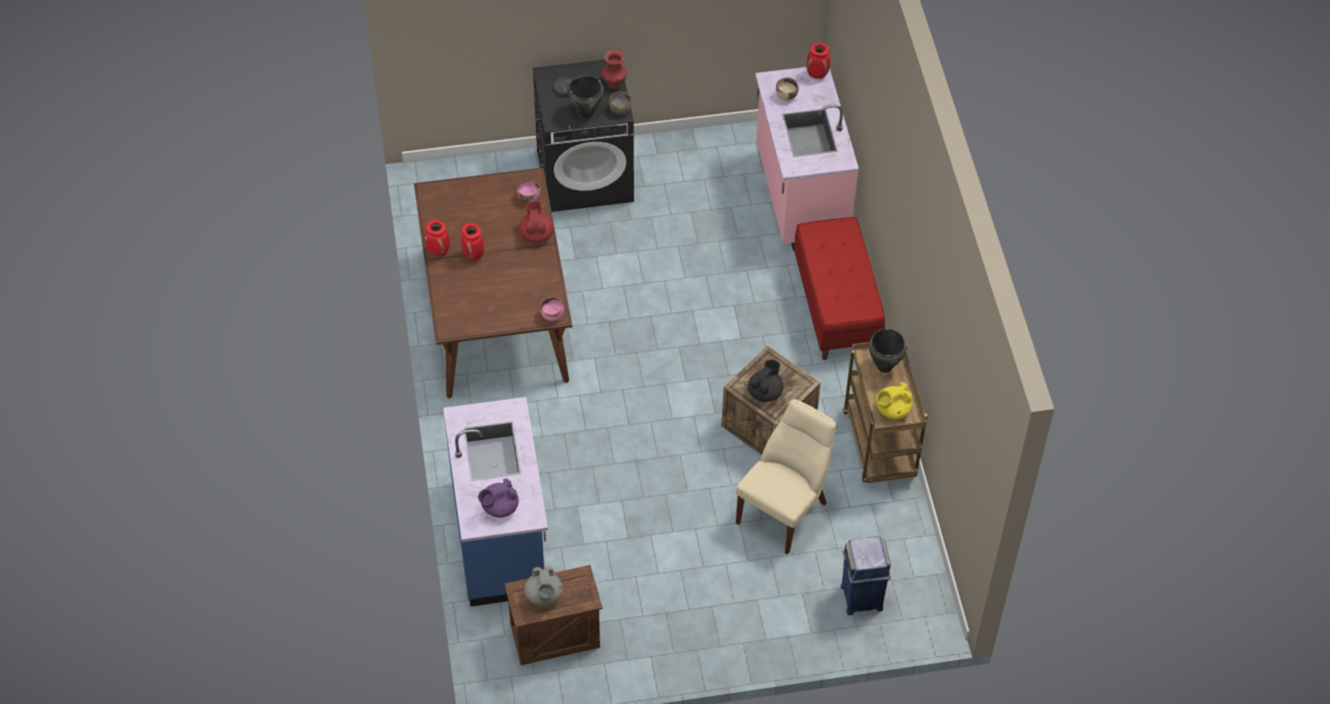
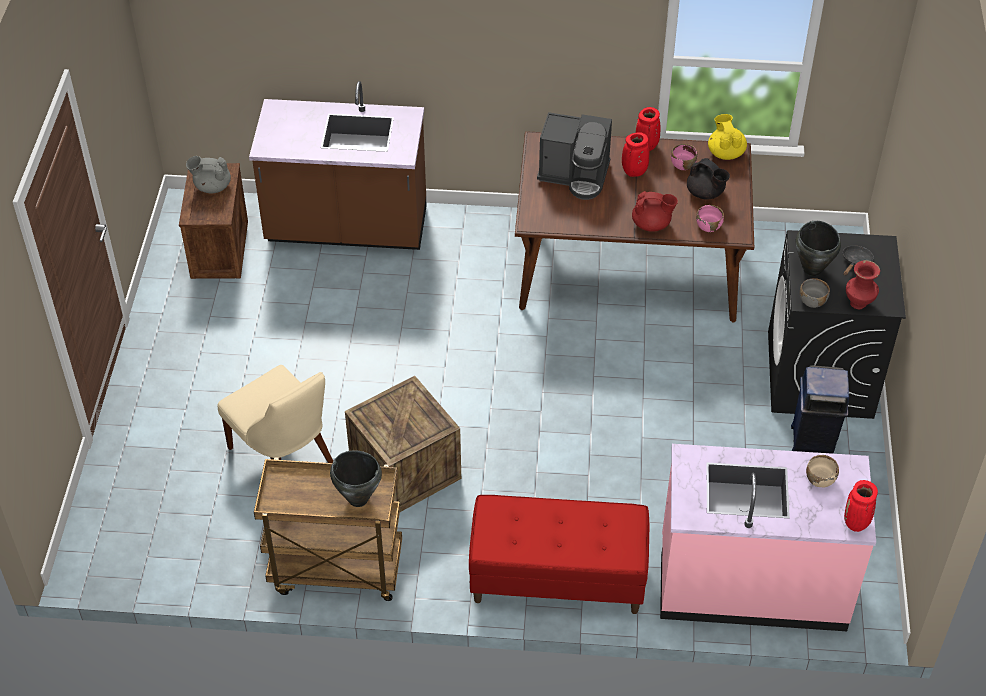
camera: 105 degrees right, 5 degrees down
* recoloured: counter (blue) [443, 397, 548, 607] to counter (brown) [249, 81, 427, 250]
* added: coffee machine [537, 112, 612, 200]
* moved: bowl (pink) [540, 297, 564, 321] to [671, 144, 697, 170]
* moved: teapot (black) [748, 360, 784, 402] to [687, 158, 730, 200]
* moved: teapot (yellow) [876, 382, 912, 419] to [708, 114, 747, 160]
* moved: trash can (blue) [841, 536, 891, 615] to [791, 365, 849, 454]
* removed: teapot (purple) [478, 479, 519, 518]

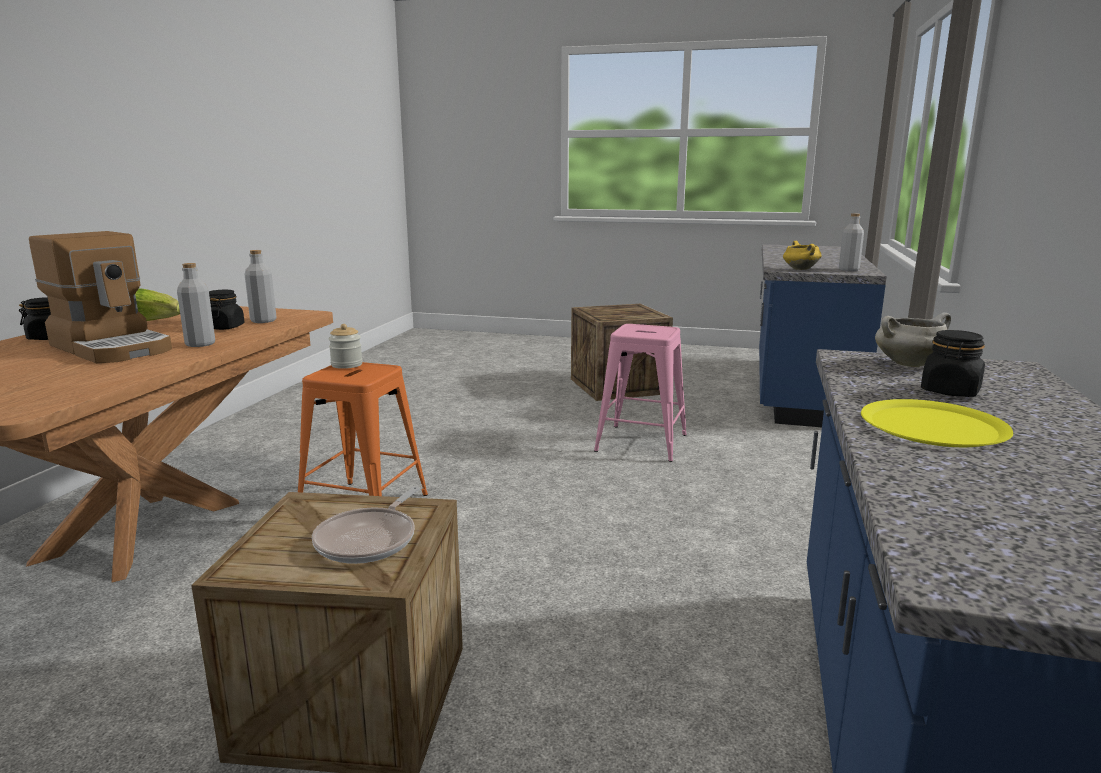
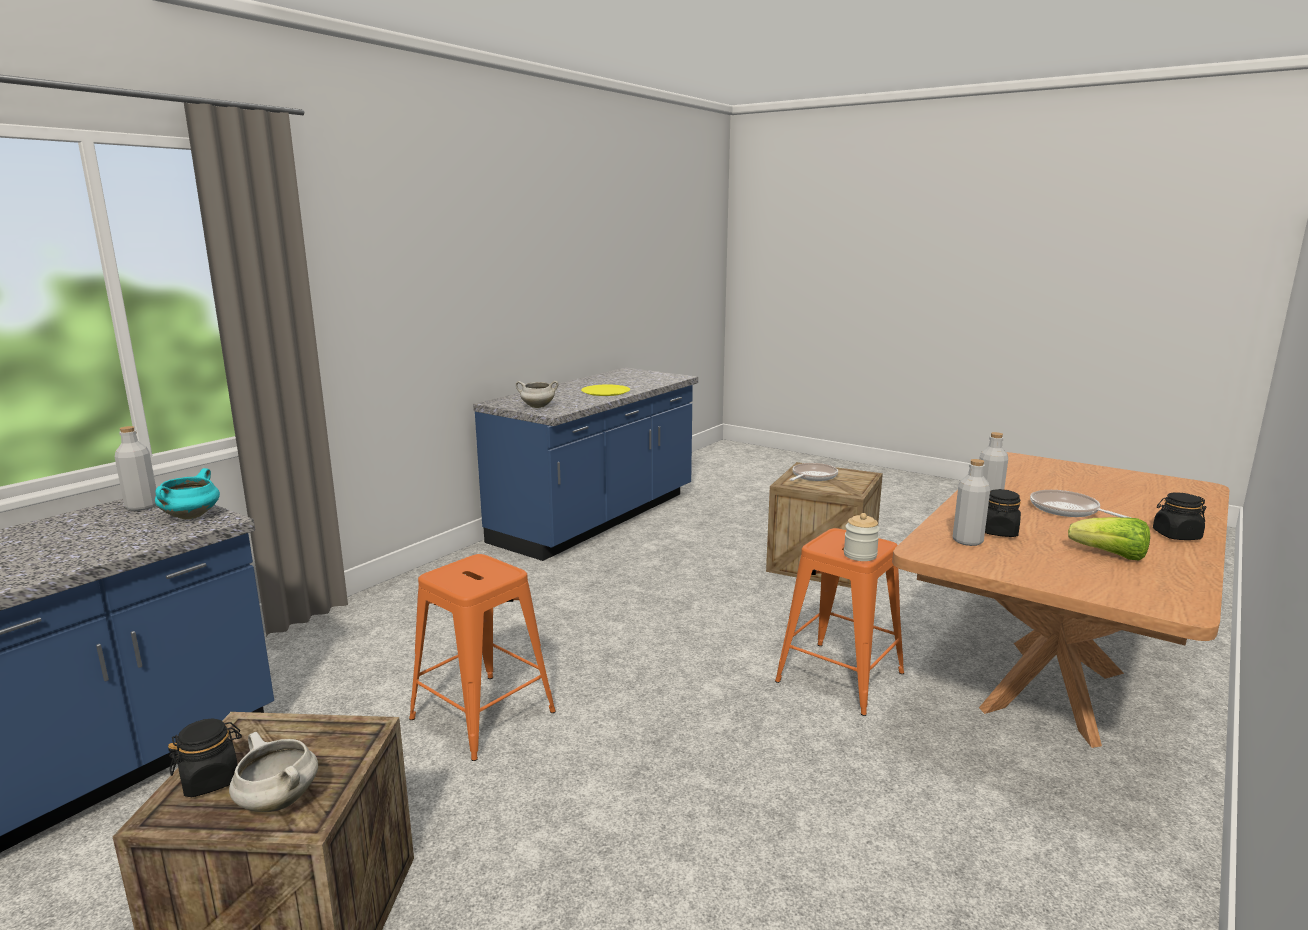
camera: 160 degrees left, 0 degrees up
* recoloured: cooking pot (yellow) [783, 241, 821, 270] to cooking pot (turquoise) [155, 468, 220, 519]
* moved: jar (black) [921, 330, 985, 397] to [168, 719, 242, 797]
* added: cooking pot (white) [229, 732, 318, 812]
* recoloured: stool (pink) [594, 324, 687, 462] to stool (orange) [409, 554, 556, 761]
* replaced: coffee machine [29, 231, 172, 363] to frying pan [1030, 490, 1132, 518]

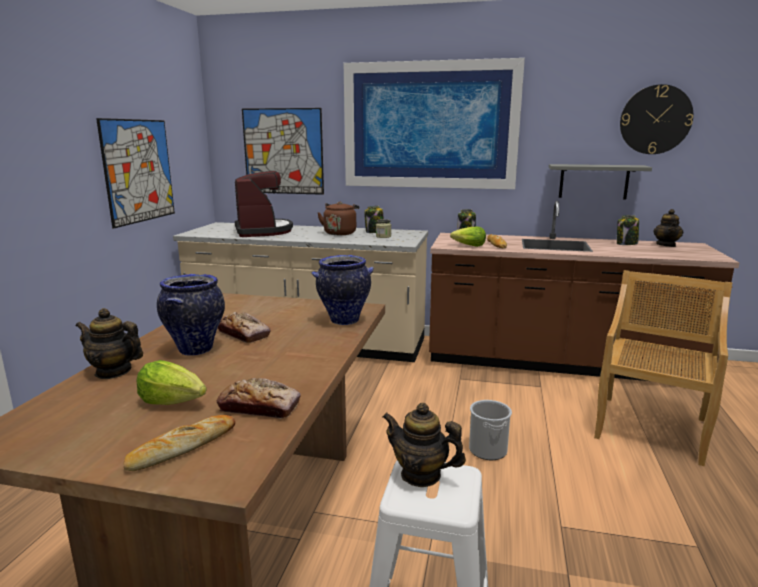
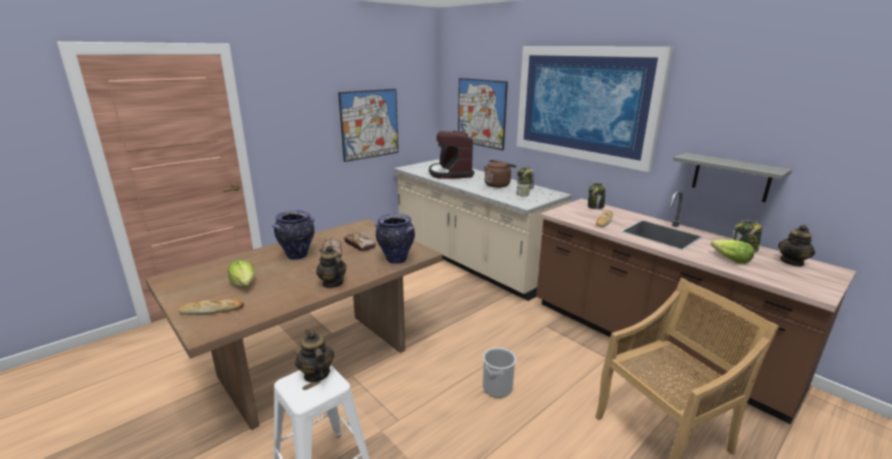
camera: 35 degrees right, 5 degrees up
* moved: teapot [75, 308, 143, 379] to [316, 245, 346, 288]
* moved: bread [217, 378, 301, 419] to [344, 231, 376, 252]
* turned: coffee machine [235, 171, 293, 237] = [429, 131, 474, 179] 150 degrees clockwise
* moved: lettuce [450, 227, 486, 247] to [711, 239, 754, 264]
* removed: wall clock [620, 84, 693, 154]

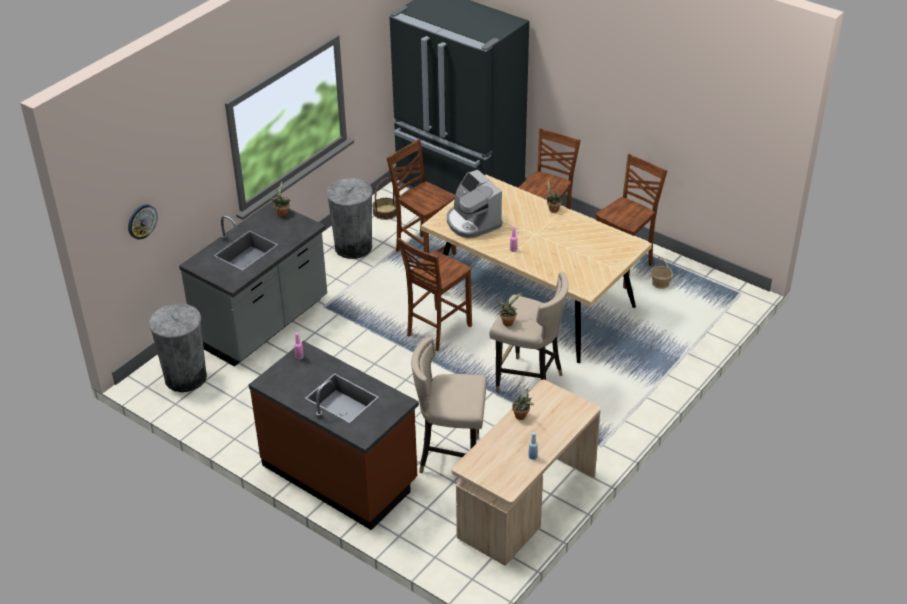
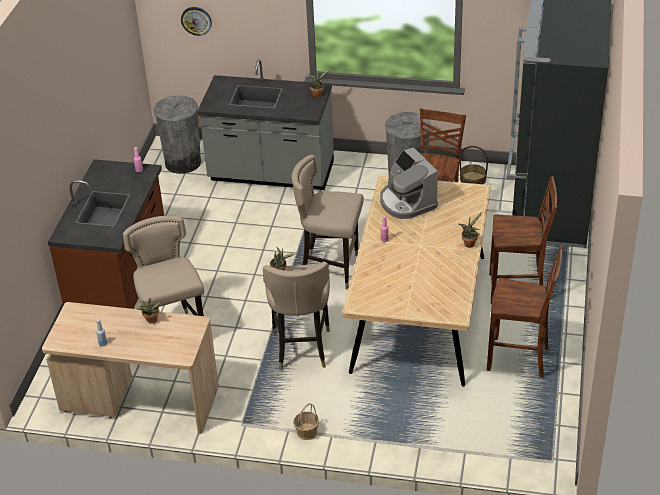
camera: 65 degrees right, 0 degrees up
* replaced: chair (brown) [398, 238, 472, 351] to stool (beige) [291, 155, 364, 290]
* moved: basket [651, 257, 673, 289] to [293, 403, 319, 440]
* turned: coffee machine [447, 170, 503, 238] = [380, 147, 438, 219] 60 degrees counterclockwise

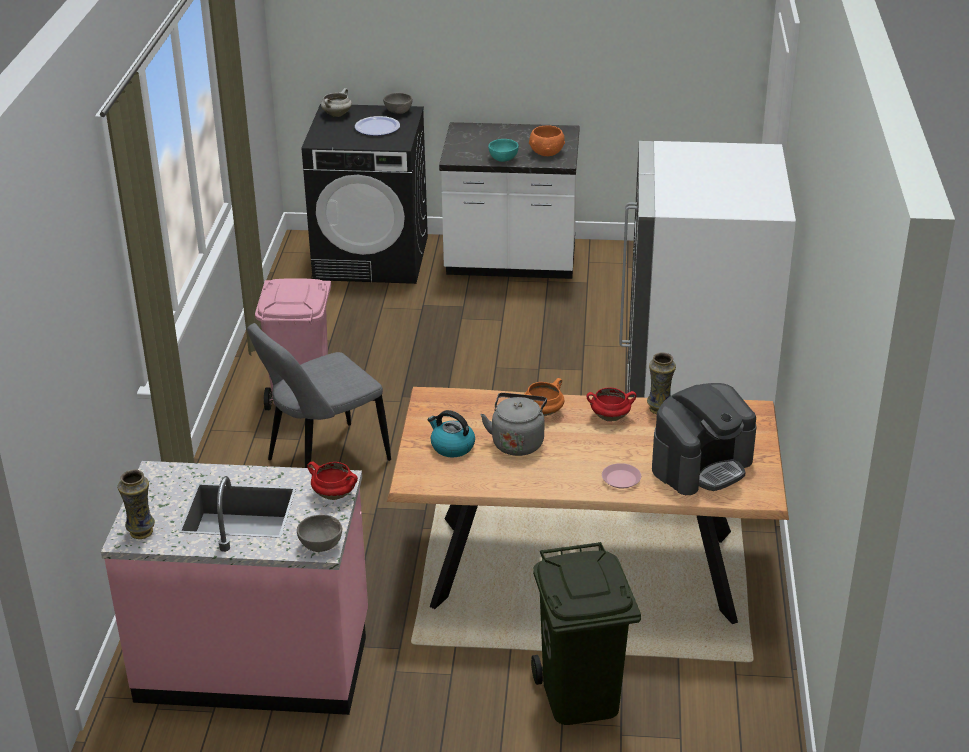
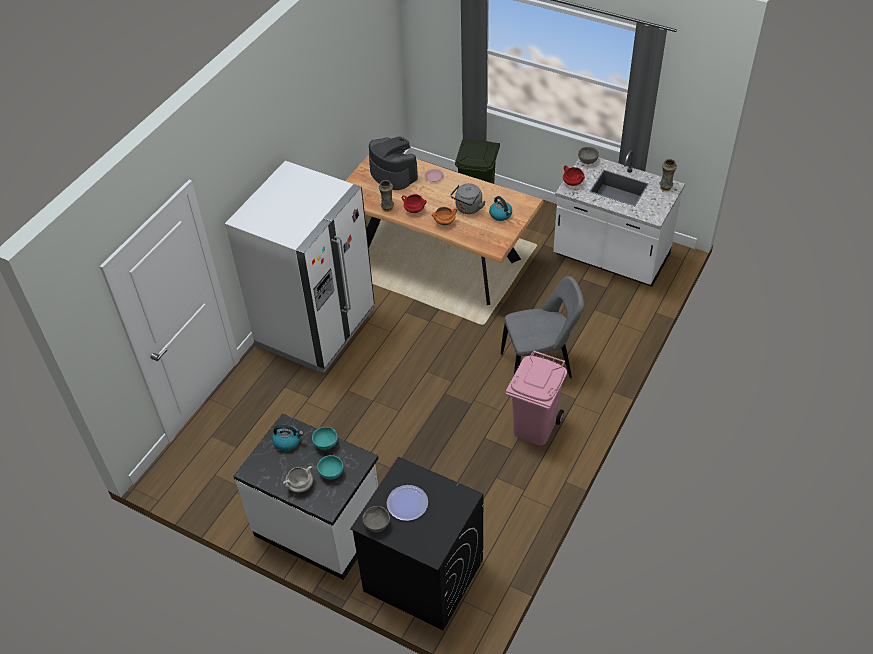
camera: 155 degrees left, 15 degrees up
* replaced: bowl (orange) [529, 125, 565, 156] to kettle [272, 425, 303, 451]
* moved: cooking pot (white) [321, 88, 352, 117] to [283, 466, 313, 493]
* added: bowl (turquoise) [317, 455, 344, 480]
* turned: coffee machine [652, 383, 757, 495] = [369, 136, 418, 190] 60 degrees clockwise
* recoloured: counter (pink) [101, 461, 368, 715] to counter (white) [553, 150, 685, 287]

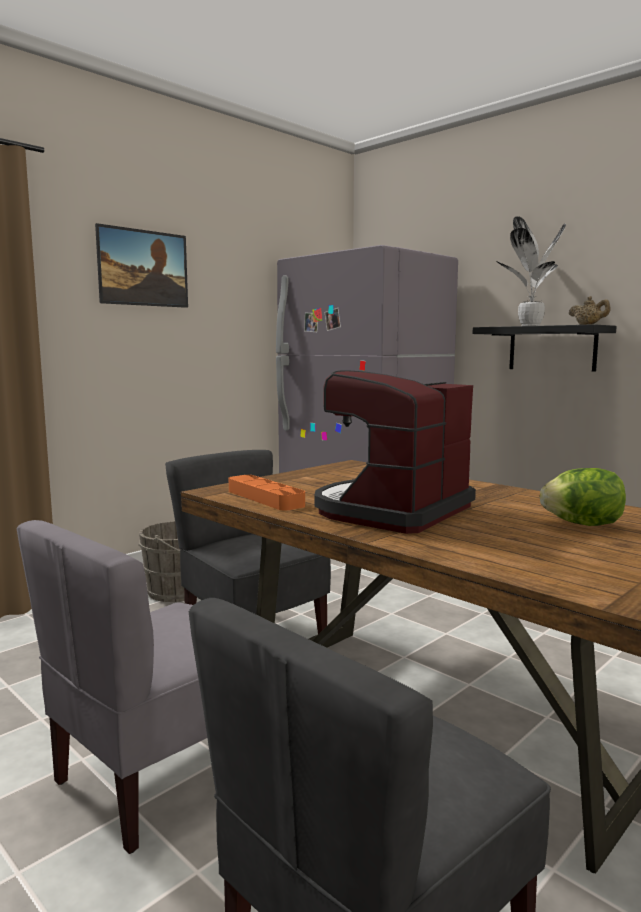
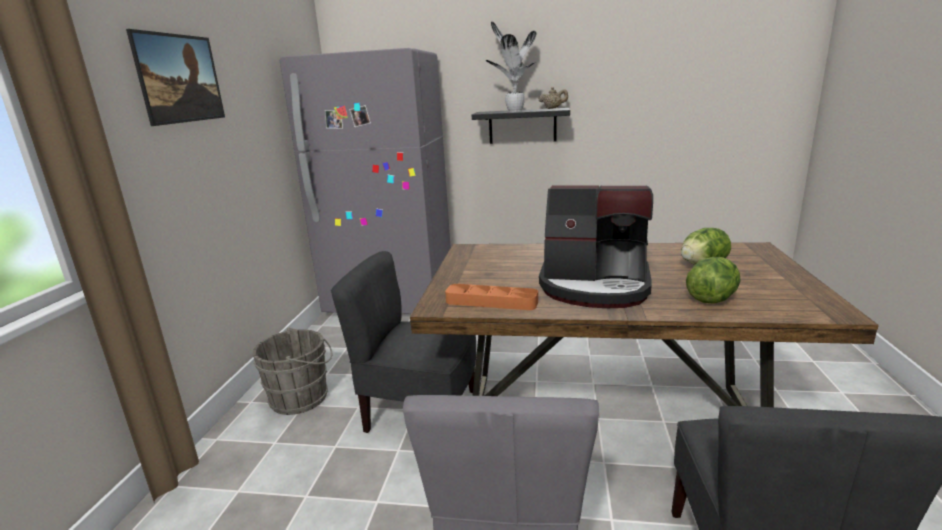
camera: 35 degrees left, 10 degrees up
* turned: coffee machine [314, 370, 476, 534] = [539, 185, 653, 308] 75 degrees counterclockwise
* added: lettuce [686, 257, 740, 303]

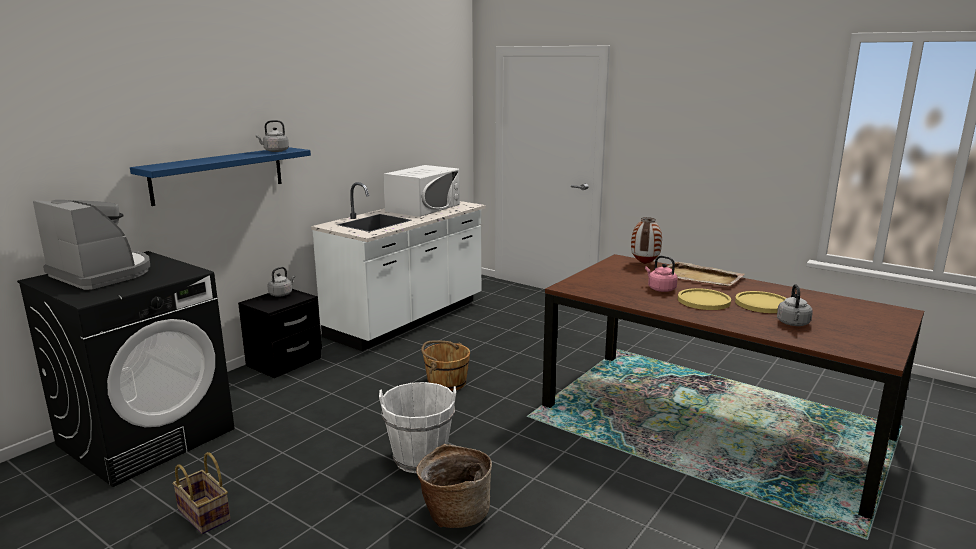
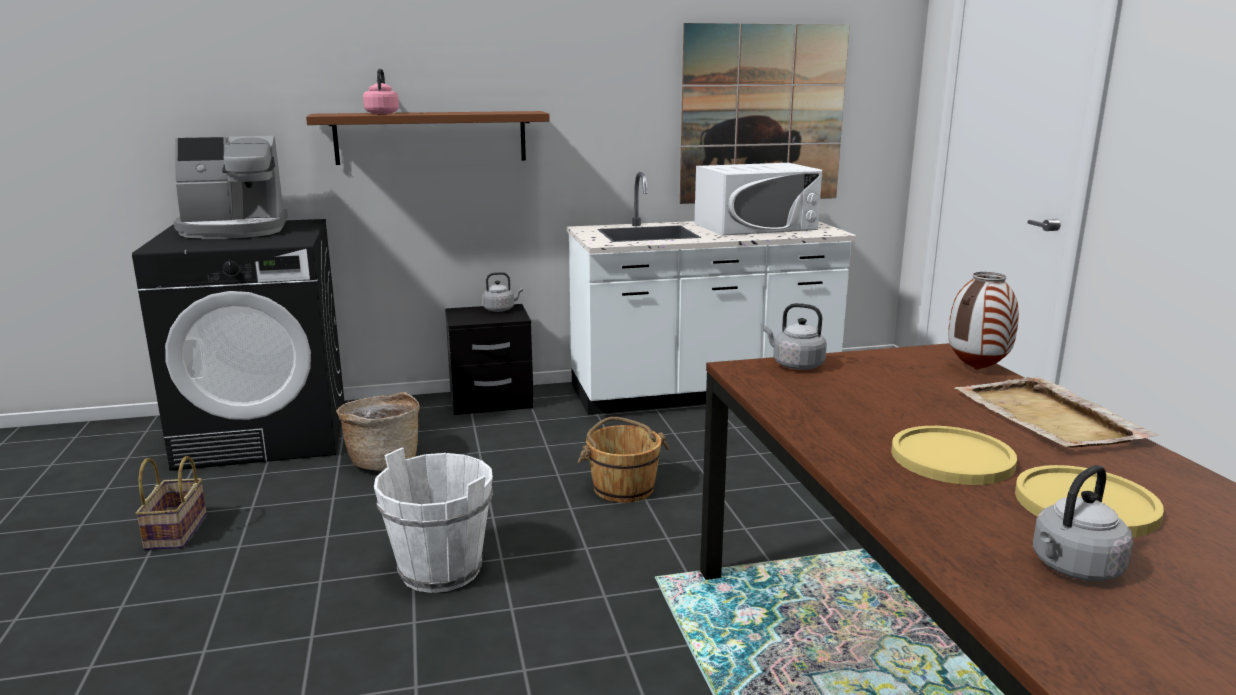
camera: 40 degrees right, 0 degrees up
* turned: coffee machine [33, 200, 150, 290] = [174, 136, 288, 239] 90 degrees clockwise
* recoloured: shelf (blue) [130, 147, 311, 206] to shelf (brown) [306, 111, 550, 165]
* moved: basket [416, 444, 492, 528] to [336, 392, 420, 471]
* moved: kettle (pink) [645, 256, 678, 292] to [363, 69, 399, 114]
* added: picture [680, 23, 850, 204]
* moved: kettle (grey) [255, 120, 289, 152] to [763, 303, 827, 370]

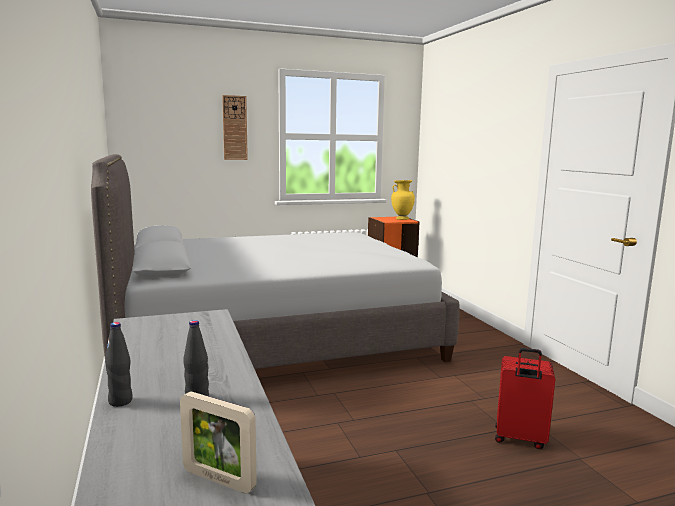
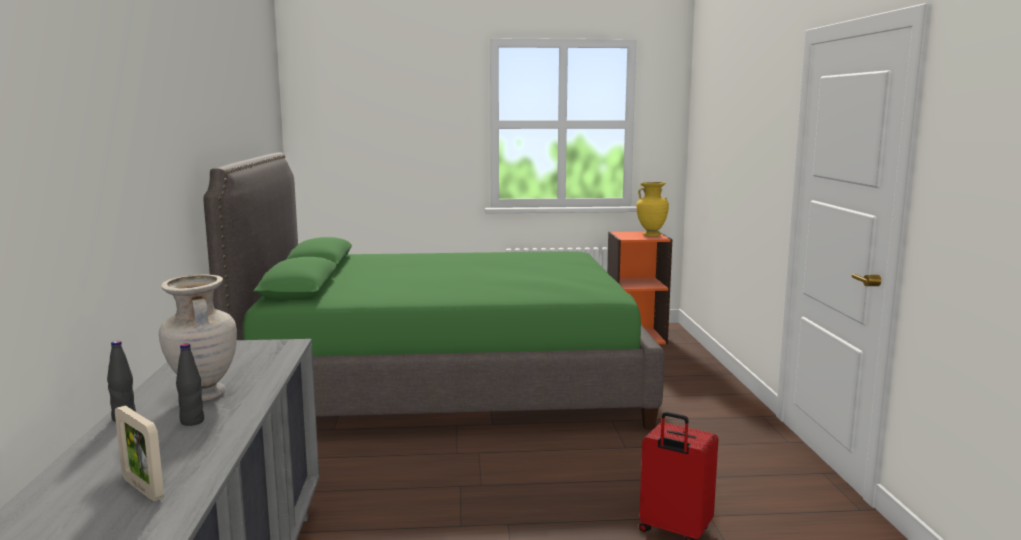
camera: 15 degrees right, 0 degrees up
* added: vase (beige) [159, 274, 237, 401]
* recoloured: bed (grey) [91, 154, 460, 369] to bed (green) [204, 152, 664, 430]
* removed: wall clock [222, 95, 248, 160]

